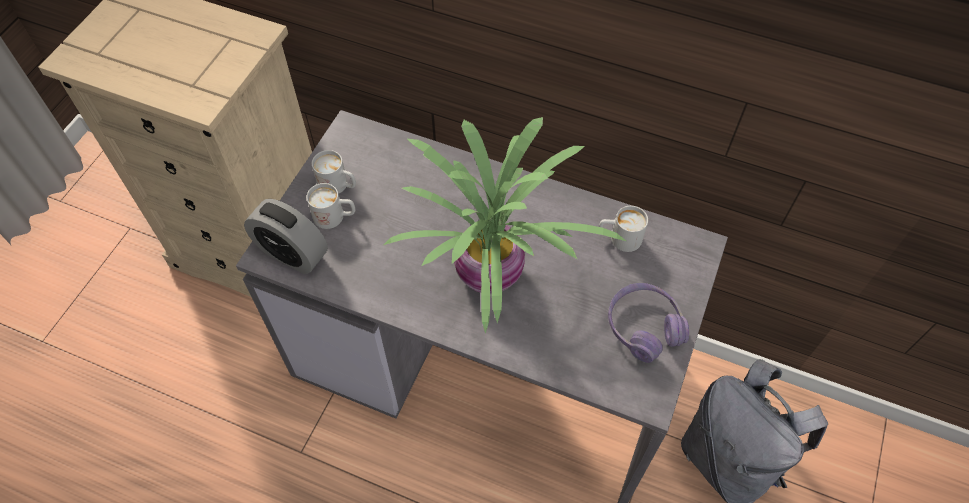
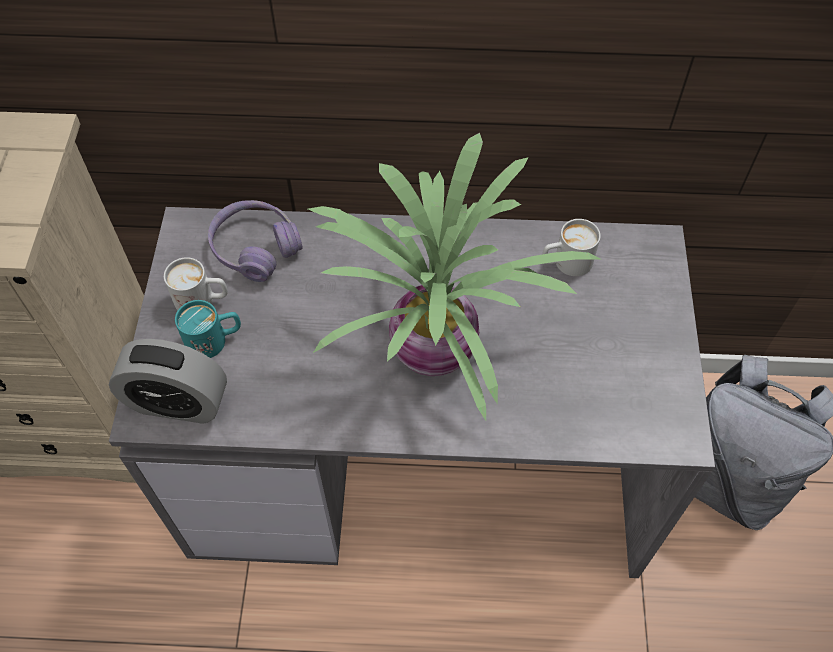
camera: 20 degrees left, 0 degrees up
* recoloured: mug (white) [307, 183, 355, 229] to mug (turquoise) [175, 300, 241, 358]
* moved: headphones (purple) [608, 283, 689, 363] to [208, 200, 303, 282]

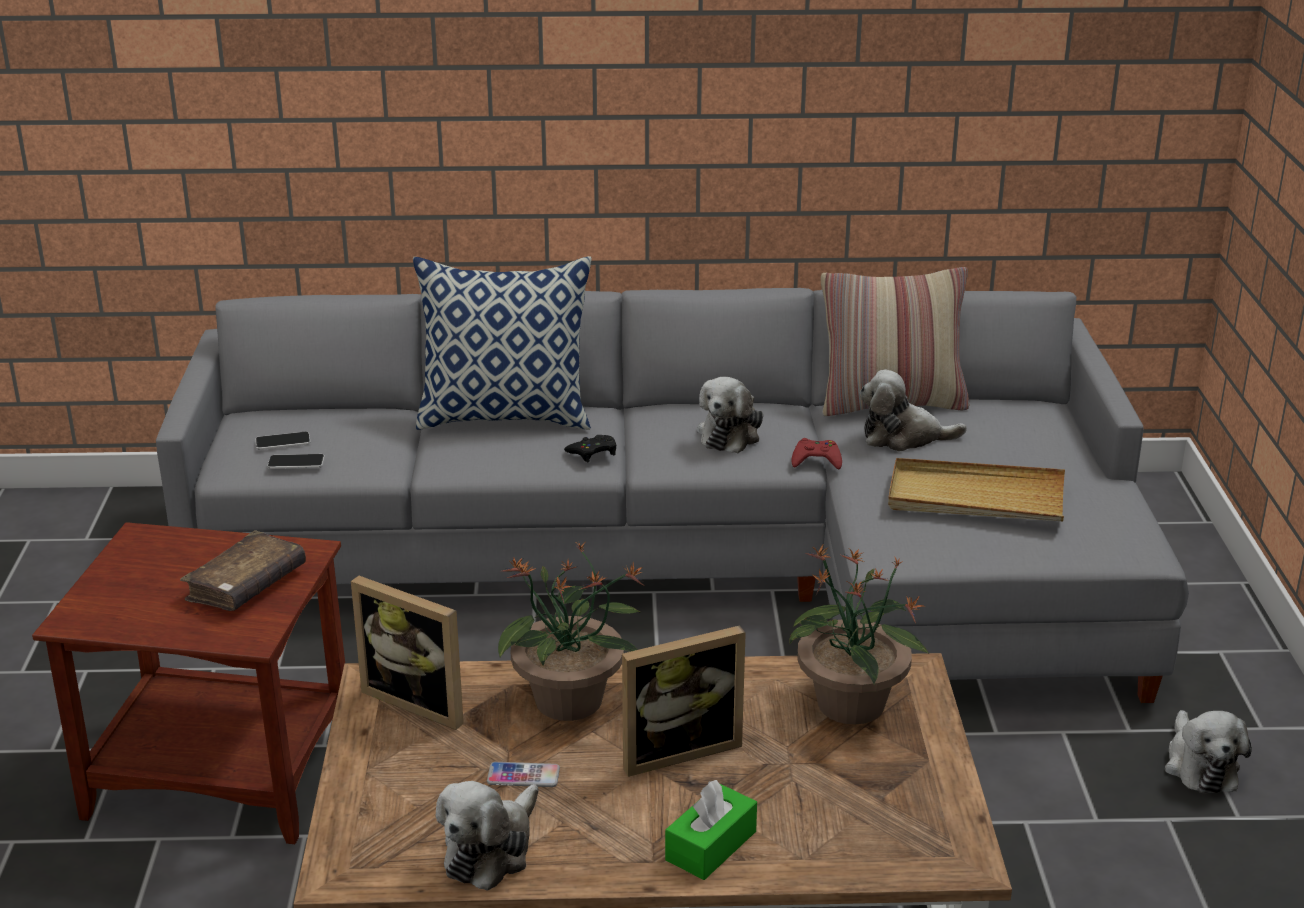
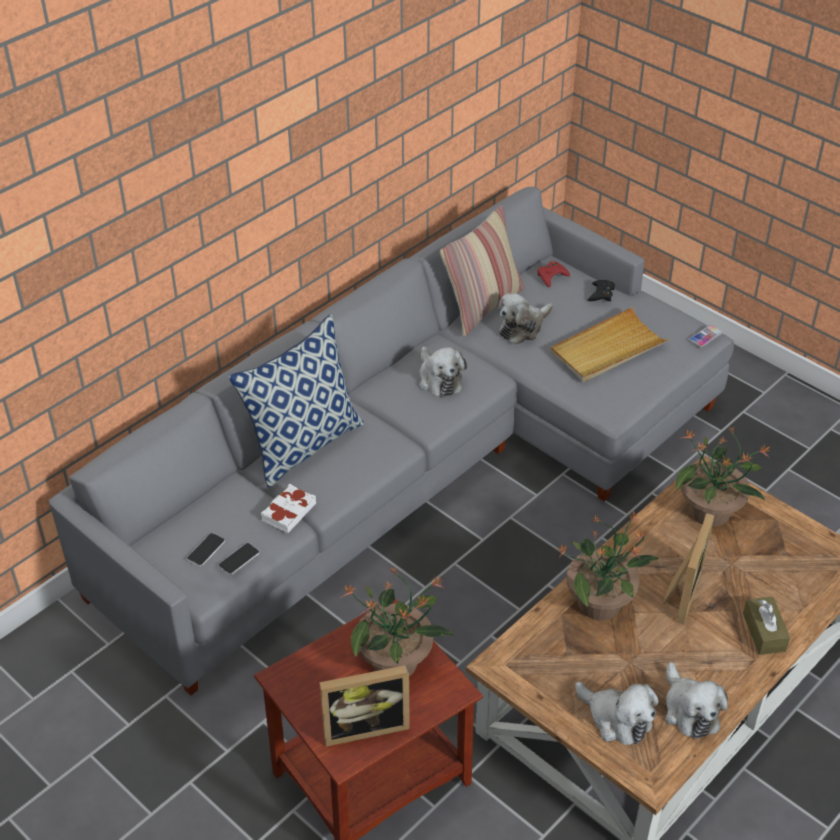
camera: 45 degrees left, 15 degrees up
* added: book (white) [261, 484, 316, 533]
* moved: picture frame [351, 576, 464, 730] to [319, 665, 410, 747]
* replaced: book (brown) [180, 530, 306, 611] to potted plant [340, 567, 454, 676]
* moved: game controller (red) [791, 438, 842, 469] to [537, 261, 570, 287]
* moved: plush toy [1165, 710, 1252, 794] to [575, 682, 659, 745]
* moved: game controller (black) [564, 435, 616, 462] to [587, 280, 615, 301]
* moved: phone [487, 762, 560, 787] to [689, 325, 723, 347]
* recoloured: tissue box (green) [665, 780, 757, 880] to tissue box (brown) [743, 597, 790, 655]

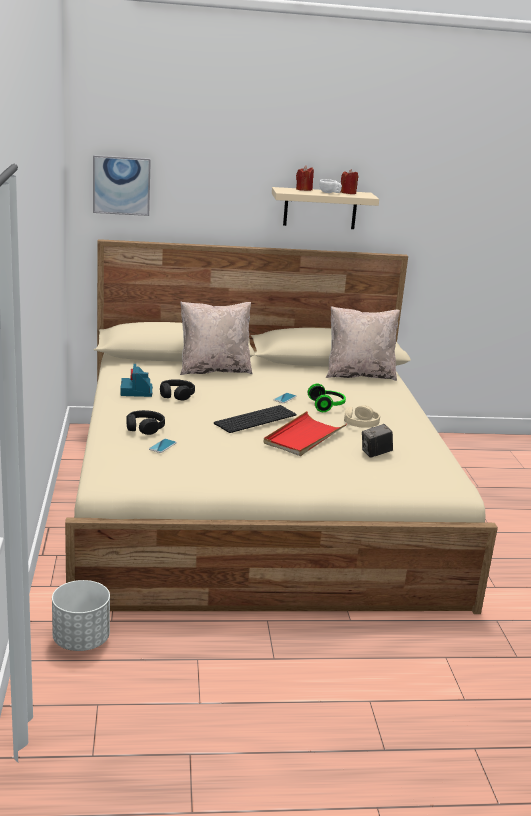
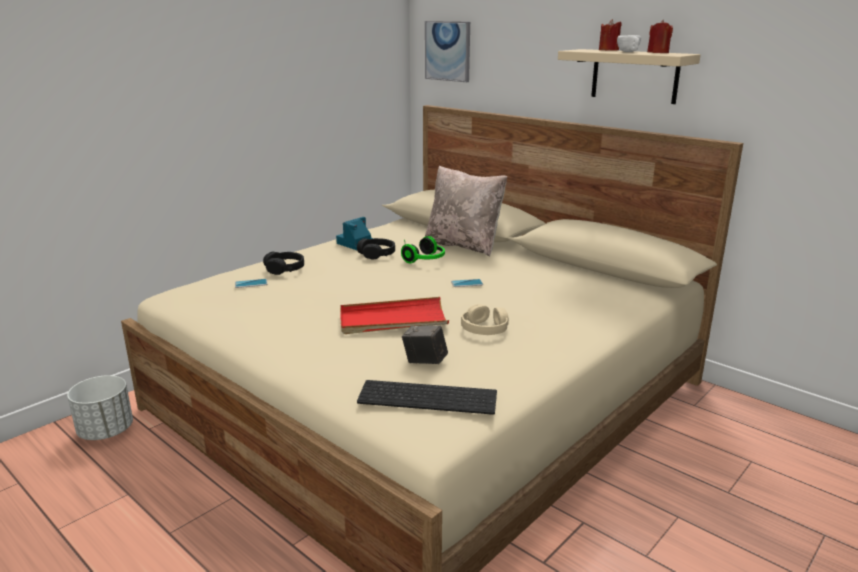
camera: 50 degrees right, 0 degrees up
* moved: keyboard [214, 405, 297, 433] to [357, 380, 497, 415]
* moved: headphones [308, 384, 346, 412] to [401, 236, 445, 263]
* removed: pillow (beige) [326, 306, 400, 381]

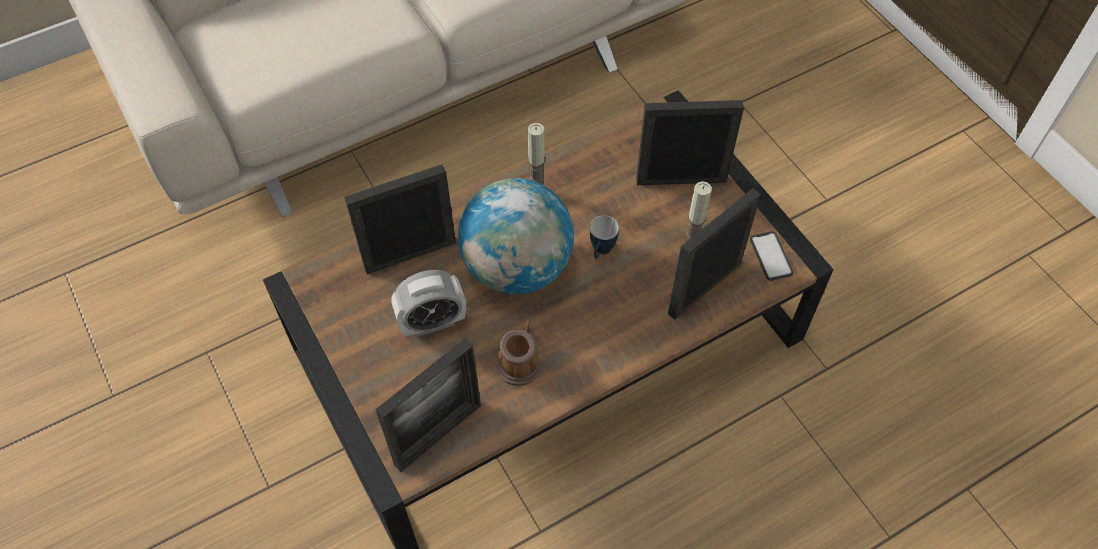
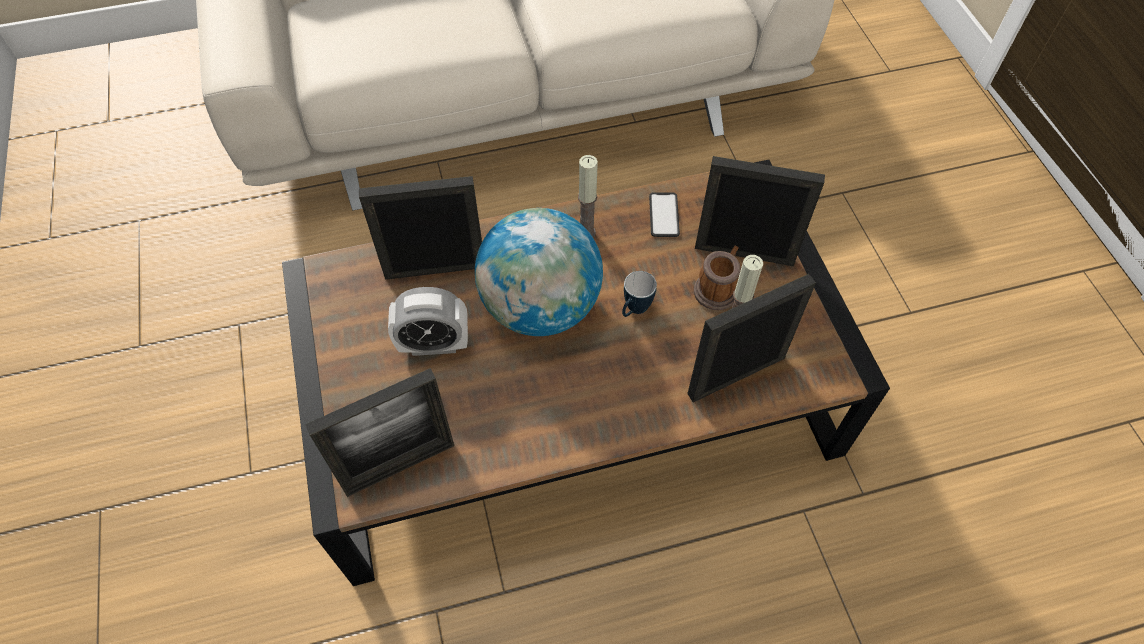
camera: 15 degrees right, 0 degrees up
* moved: phone [750, 231, 793, 281] to [649, 192, 680, 237]
* moved: mug [497, 320, 541, 386] to [694, 246, 740, 310]

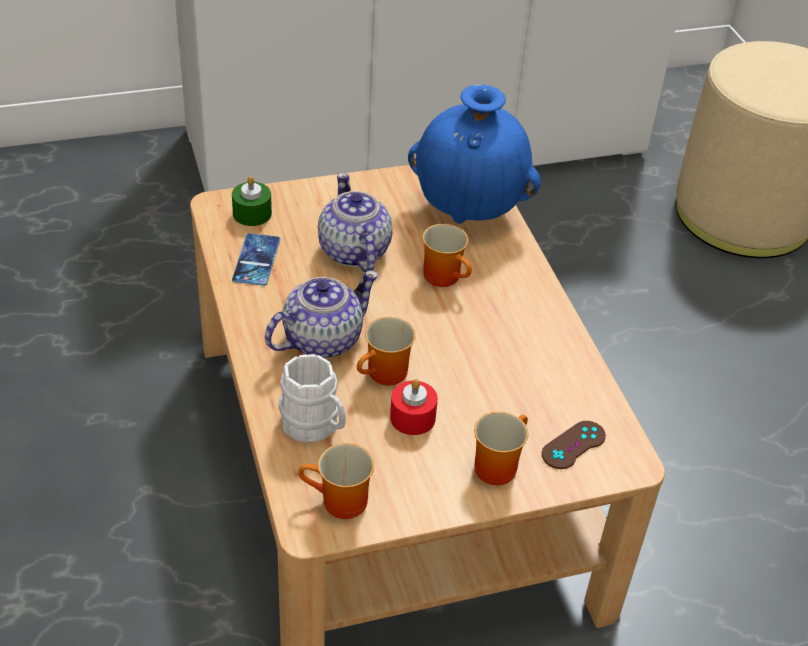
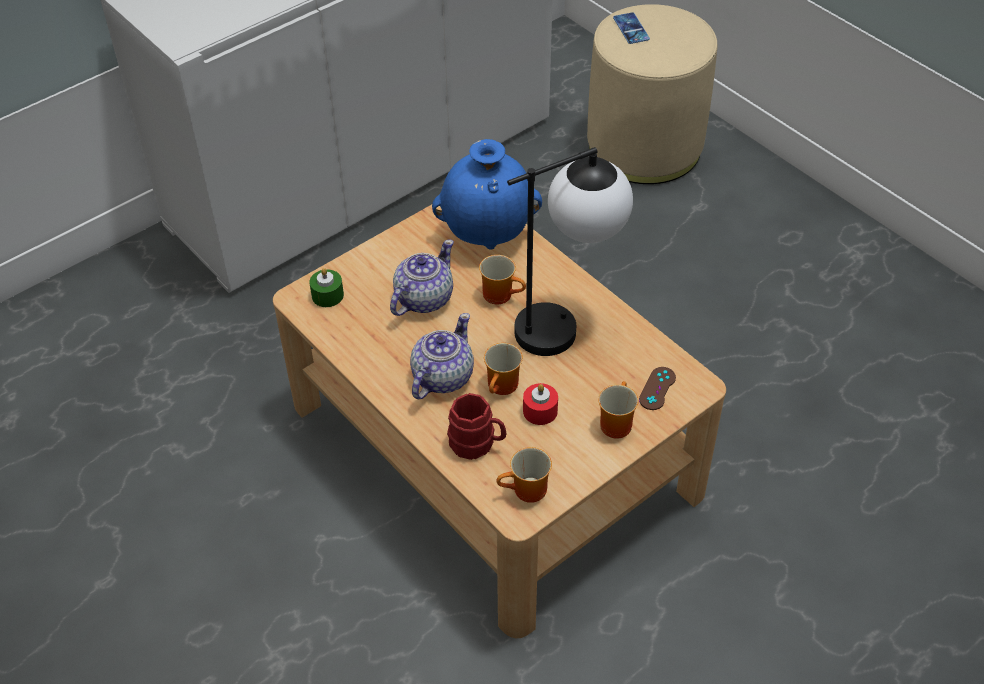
camera: 20 degrees left, 5 degrees up
* turned: teapot [318, 172, 393, 272] = [390, 239, 454, 316] 75 degrees clockwise
* recoloured: mug (white) [278, 354, 346, 442] to mug (red) [447, 393, 506, 460]
* added: table lamp [507, 147, 633, 356]
* moved: phone [232, 233, 280, 286] to [613, 12, 650, 44]

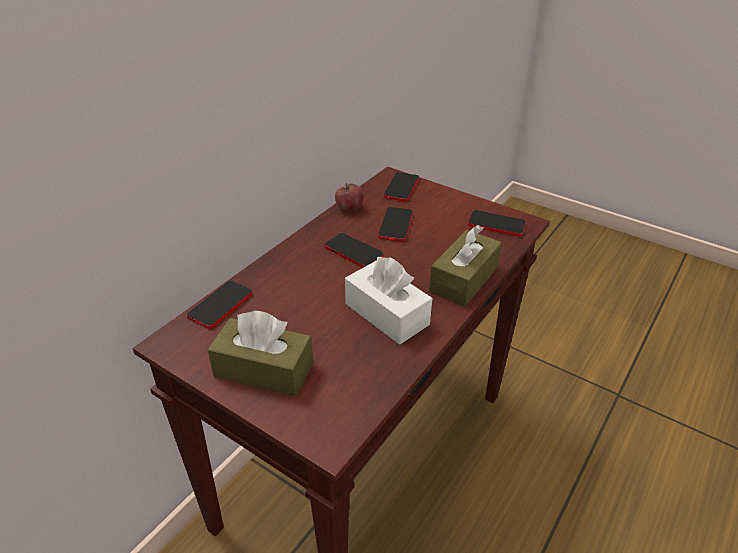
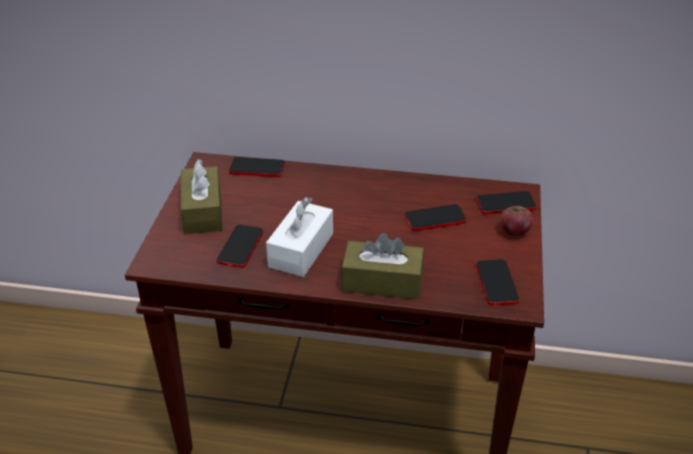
camera: 65 degrees right, 0 degrees up
* moved: phone [324, 233, 384, 268] to [217, 224, 263, 268]
* moved: apple [335, 183, 363, 211] to [501, 205, 533, 236]

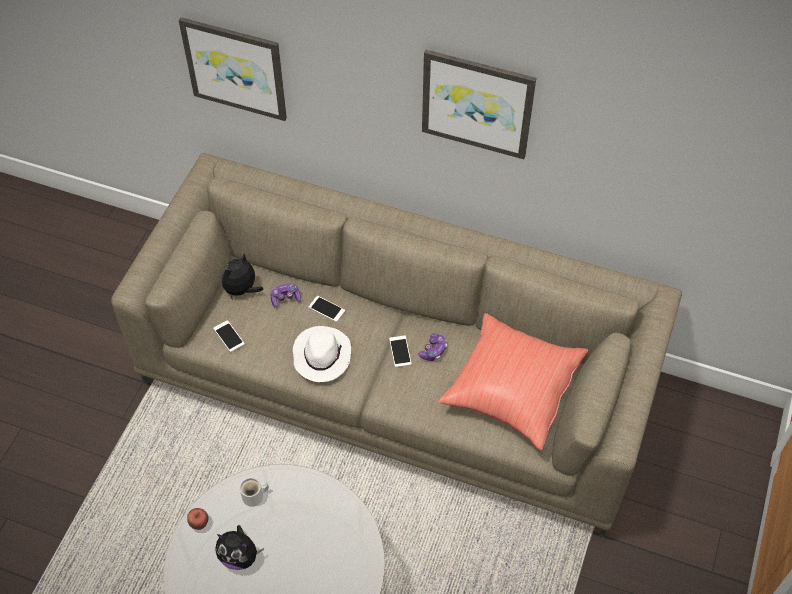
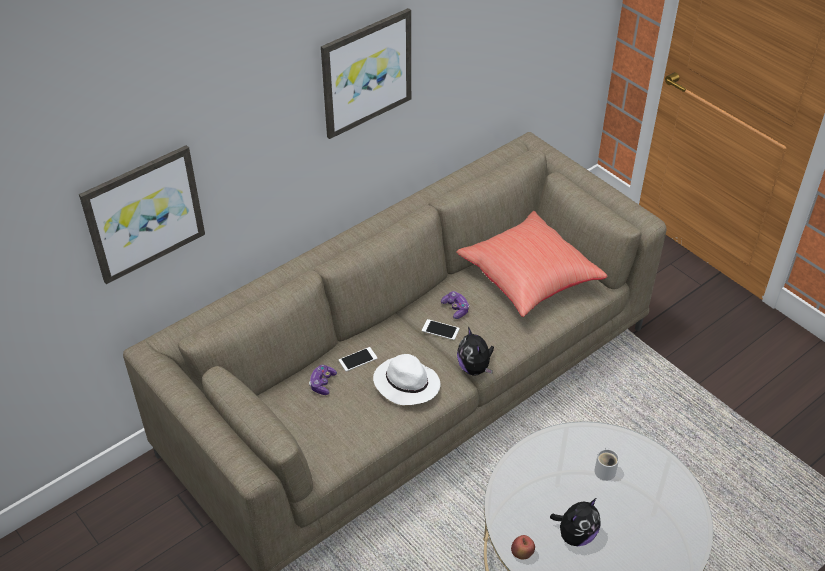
camera: 60 degrees left, 10 degrees down
* moved: plush toy [222, 254, 263, 300] to [457, 327, 494, 376]
* moved: mug (white) [240, 478, 269, 507] to [594, 448, 619, 481]
* removed: phone [213, 320, 245, 352]

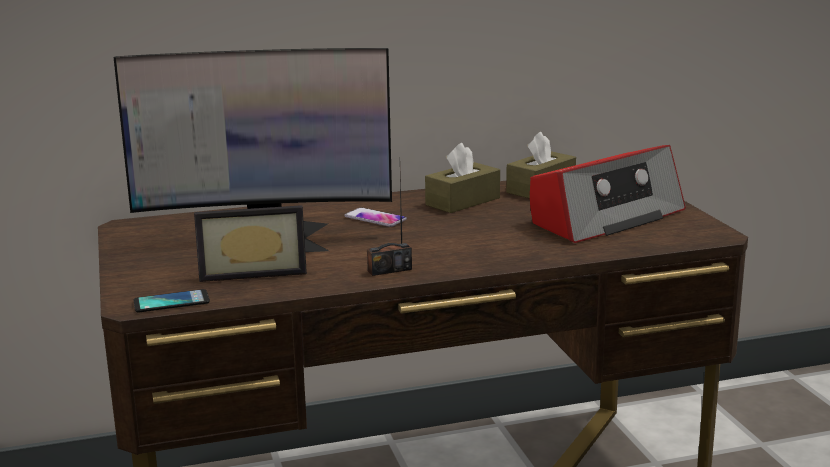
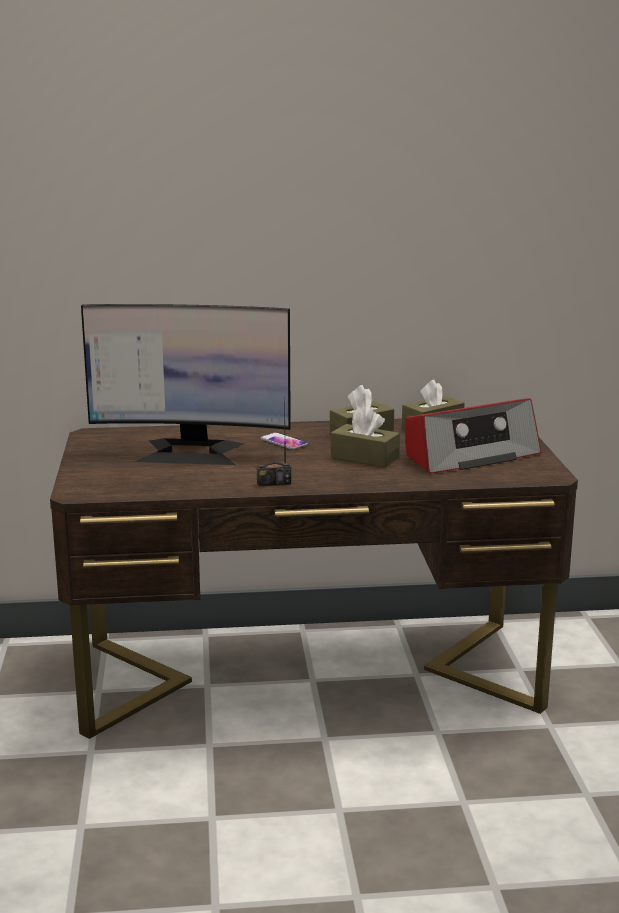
camera: 10 degrees right, 0 degrees up
* added: tissue box (brown) [331, 407, 400, 468]
* removed: phone [133, 289, 210, 312]
* removed: picture frame [194, 205, 307, 282]

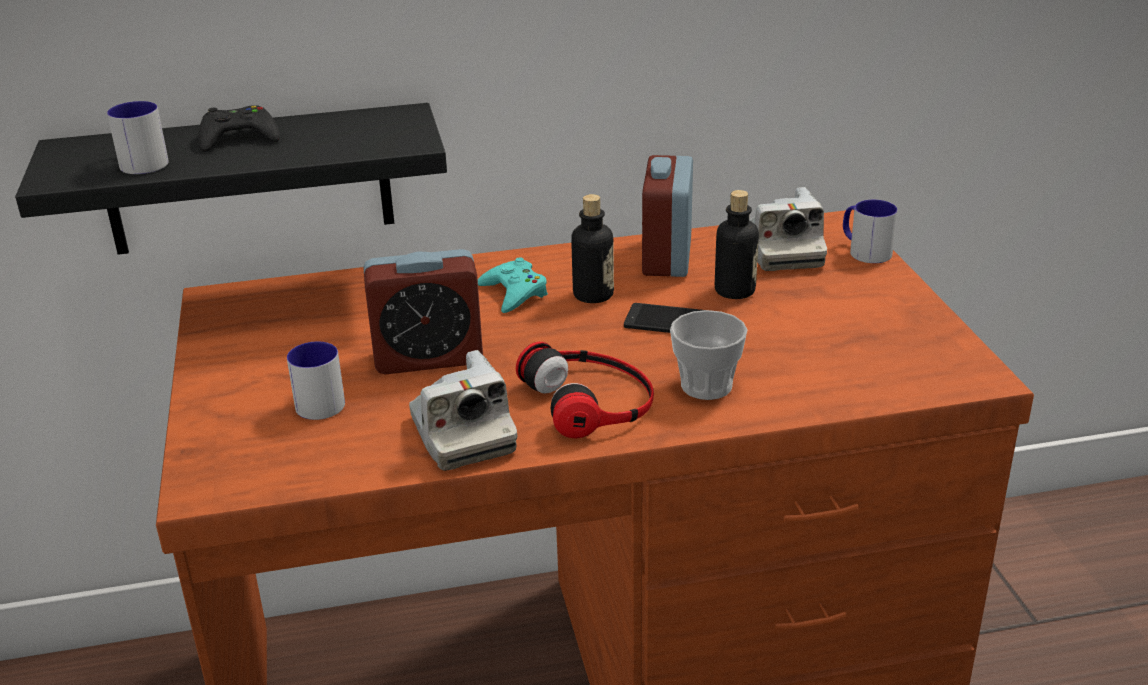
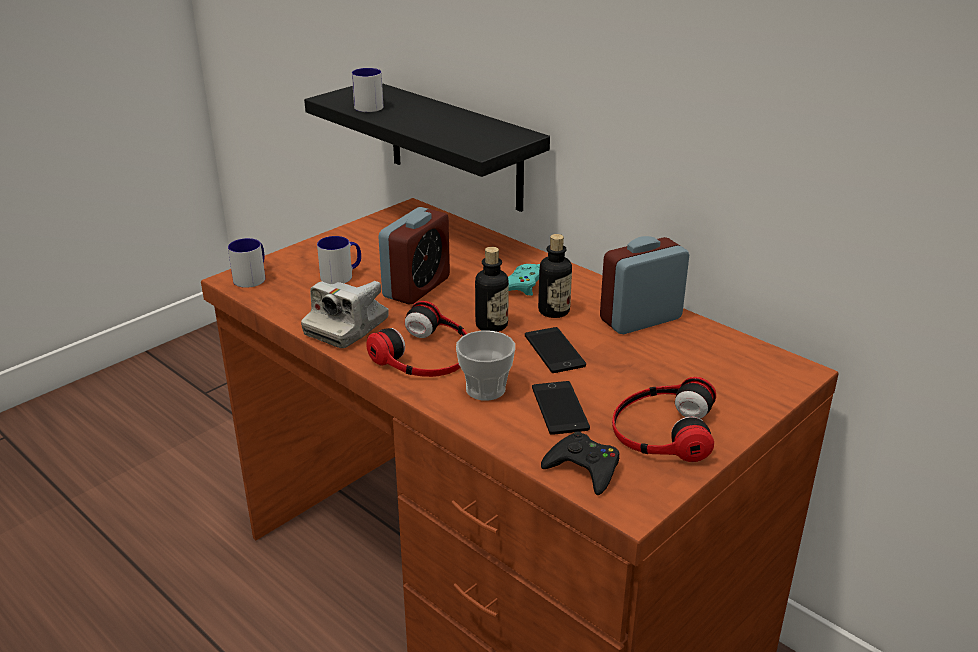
camera: 55 degrees right, 0 degrees up
* moved: mug [843, 200, 898, 263] to [228, 238, 265, 288]
* turned: alarm clock [363, 249, 483, 374] = [378, 207, 450, 304] 105 degrees counterclockwise
* moved: bottle [715, 190, 759, 299] to [475, 247, 509, 332]
* added: phone [532, 381, 590, 435]
* moved: game controller (black) [198, 105, 280, 152] to [541, 431, 620, 495]
* added: headphones [612, 377, 716, 462]
* removed: photo camera [750, 187, 827, 271]

